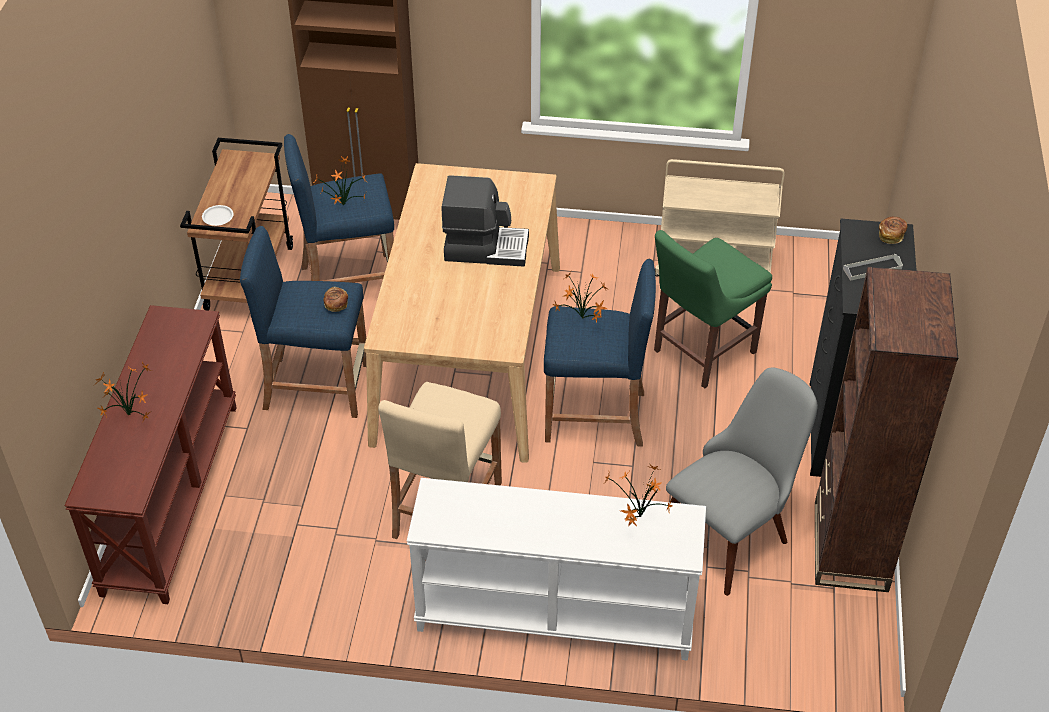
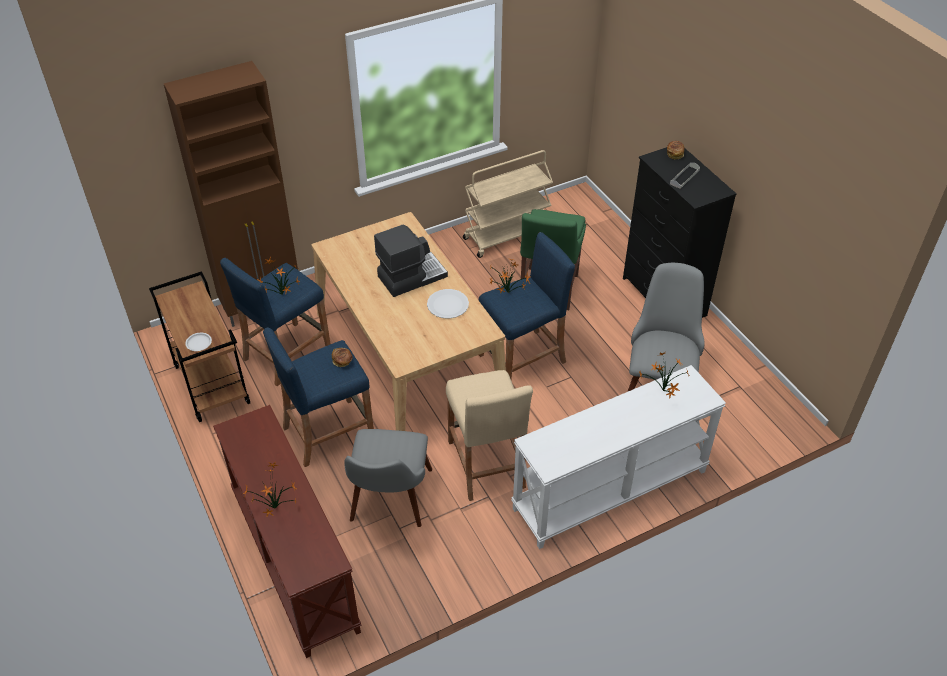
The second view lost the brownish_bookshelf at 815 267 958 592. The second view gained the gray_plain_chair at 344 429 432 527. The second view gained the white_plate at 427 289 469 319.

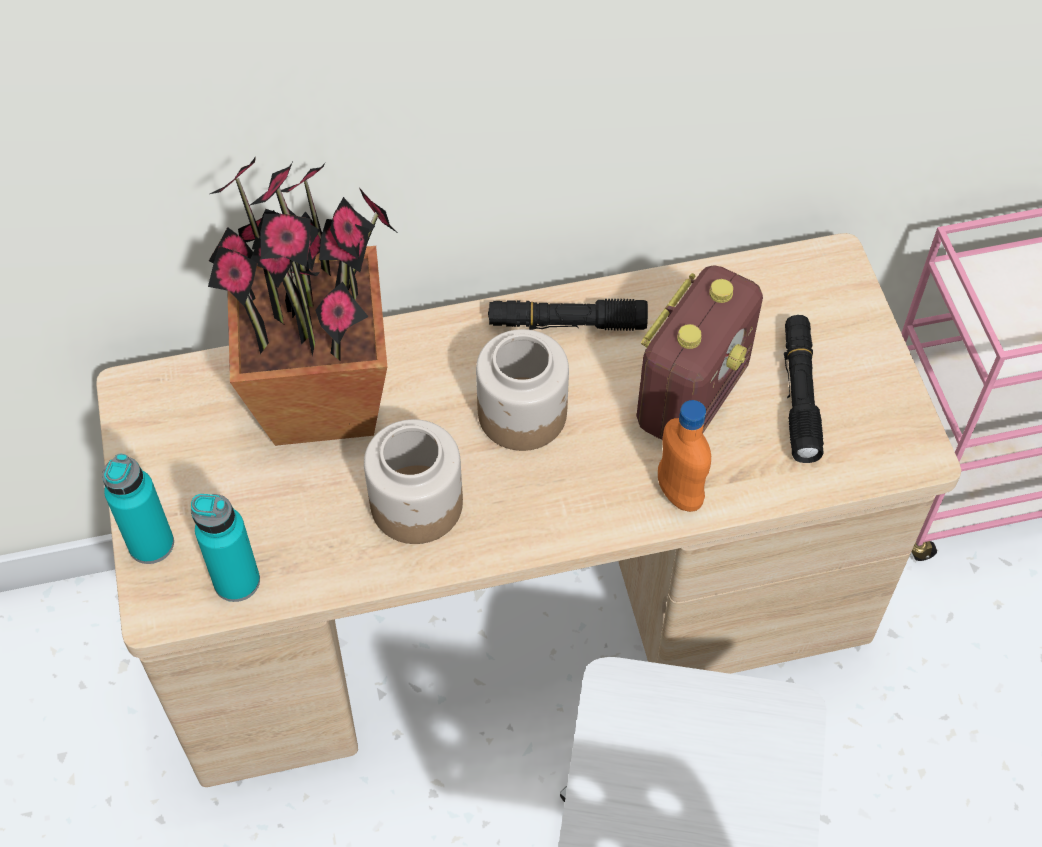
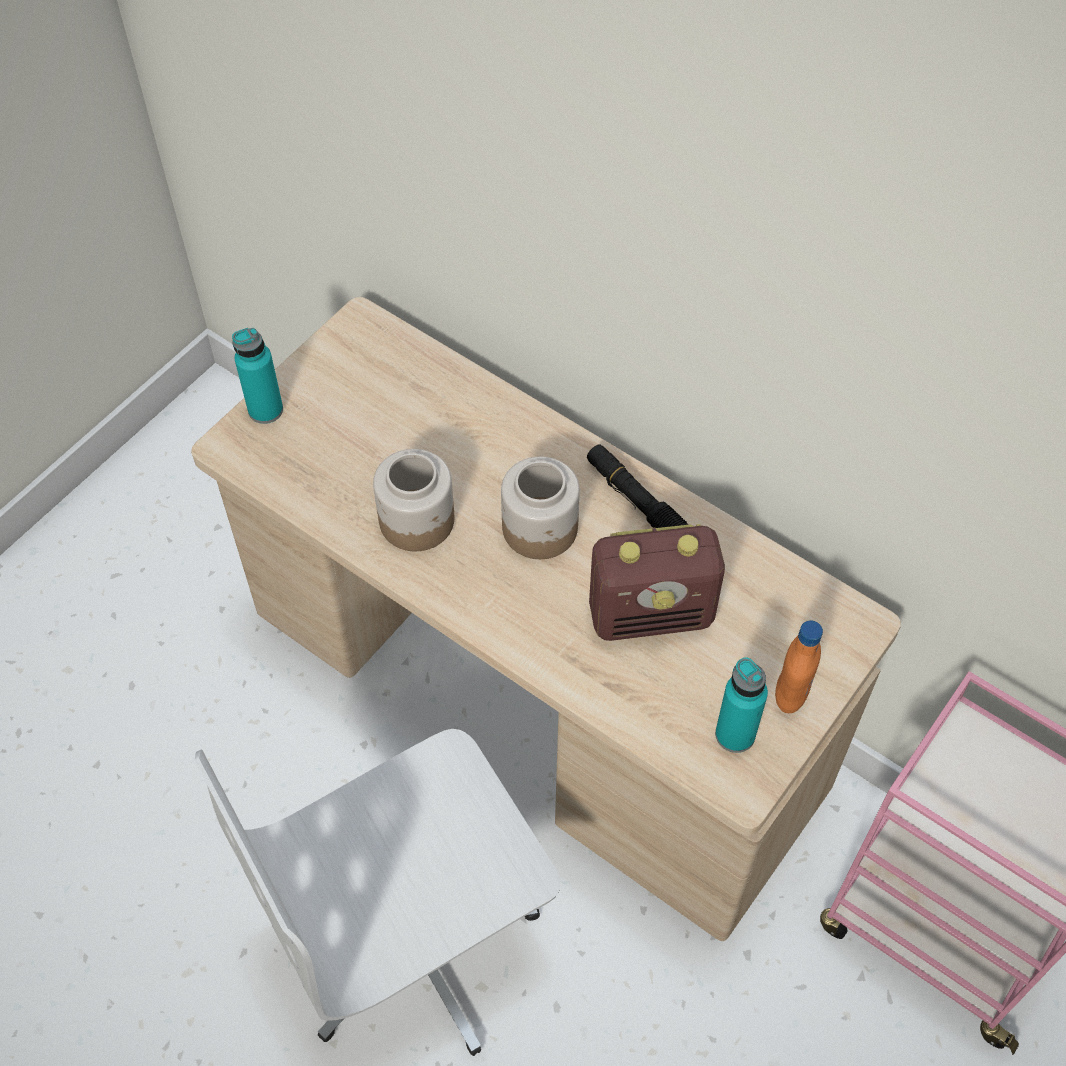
The turquoise_bottle ended up elsewhere, having gone from 191 494 260 602 to 715 657 768 753. The second view lost the houseplant at 208 156 396 446. The orange_bottle ended up elsewhere, having gone from 658 400 711 512 to 775 620 823 713. The second view lost the black-coloured_flashlight at 784 315 824 463.

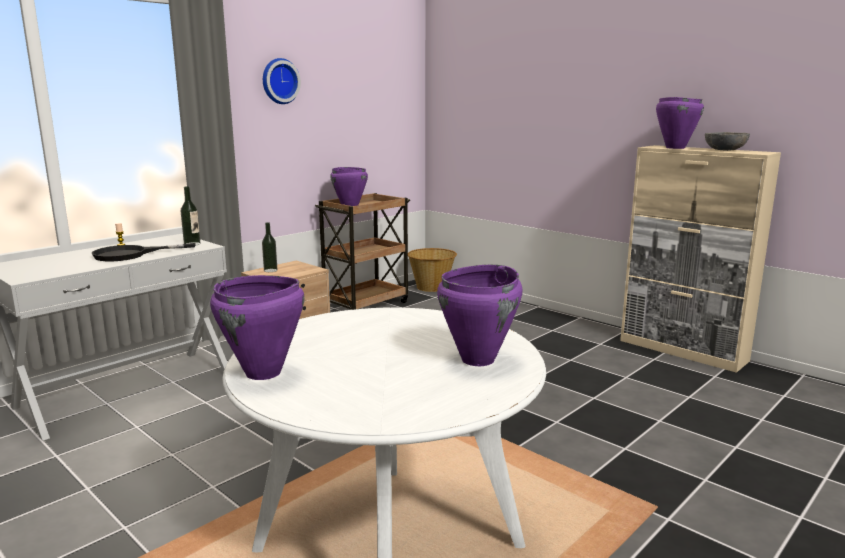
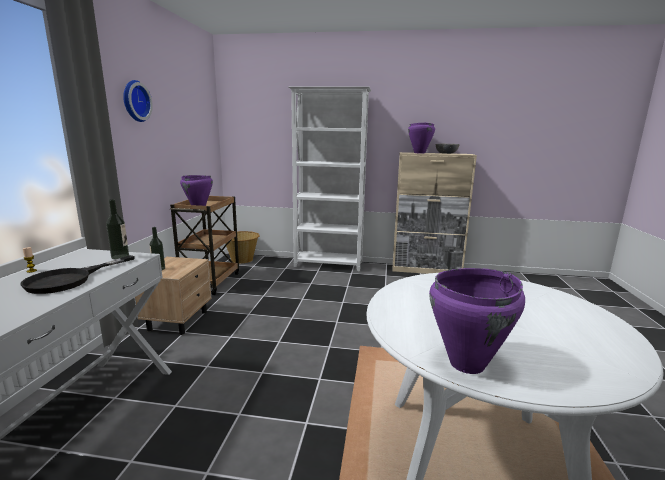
The second view lost the purple_stockpot at 437 265 523 366. The second view gained the white_bookshelf at 288 86 371 272.

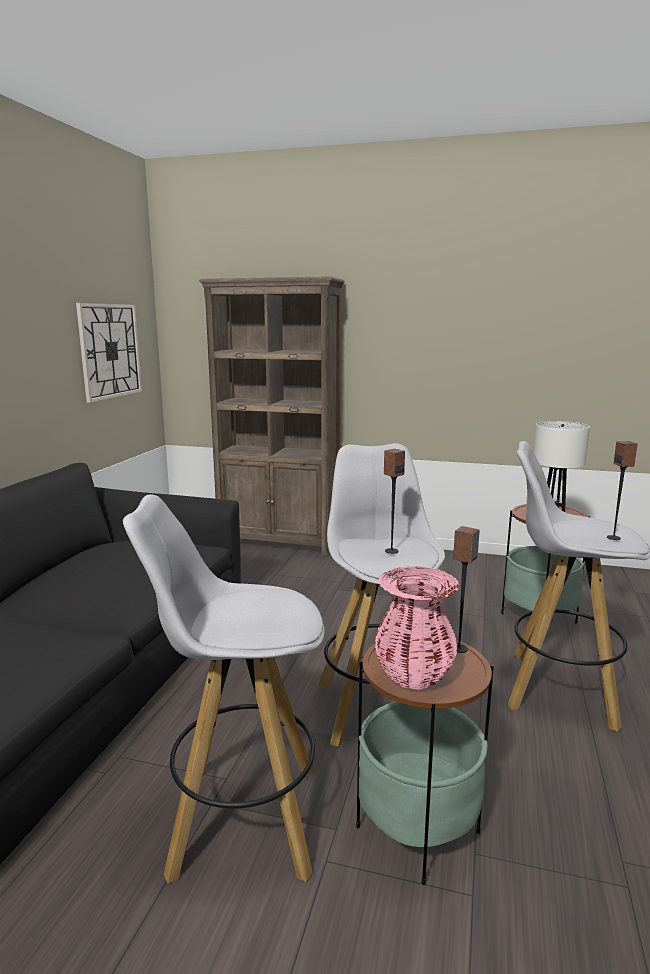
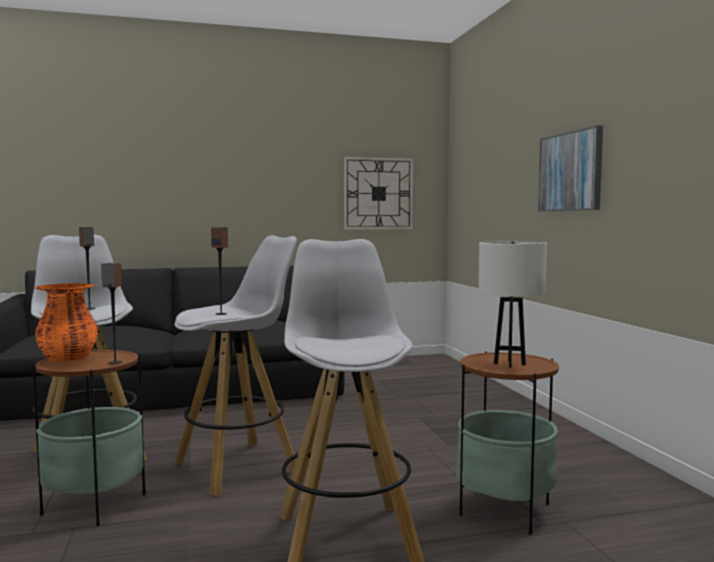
The second view lost the brownish_bookshelf at 199 276 345 557. What was the pink_decorative_vase at 375 566 459 690 turned into the orange_decorative_vase at 34 283 98 362. The loudspeaker ended up elsewhere, having gone from 607 441 638 540 to 79 227 96 310. The second view gained the wall_picture at 538 125 603 211.

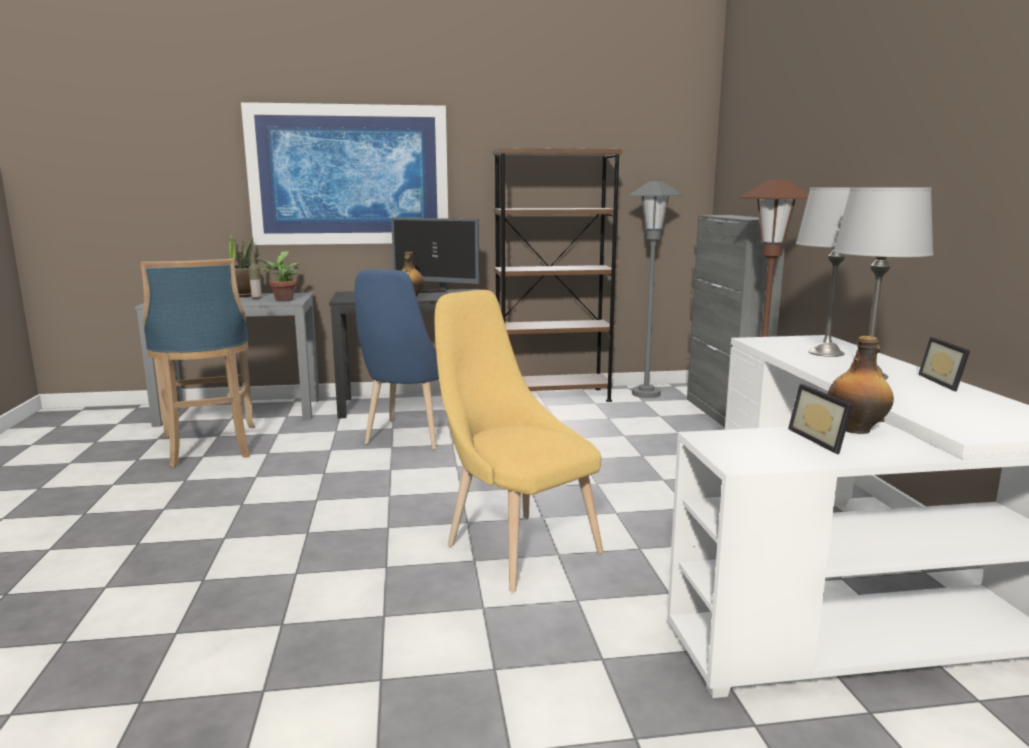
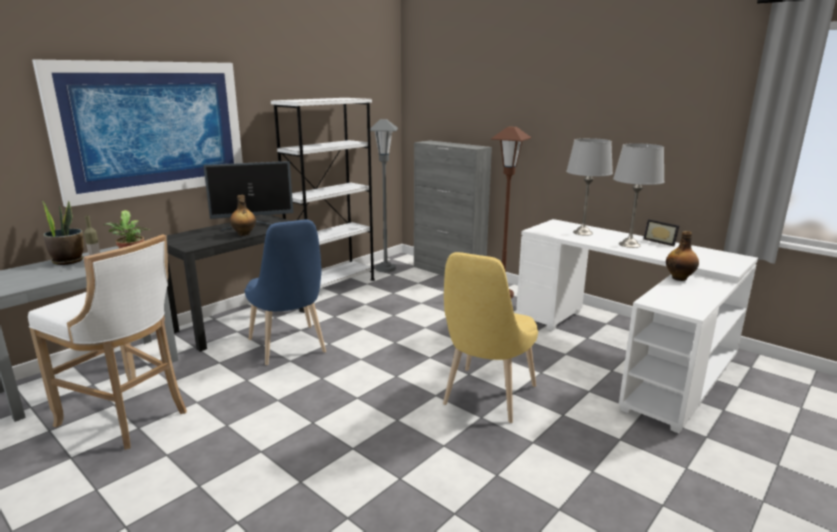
What was the blue-coloured_stool_seat at 141 259 255 467 turned into the white_stool_seat at 28 234 187 450. The yellow-coloured_plain_chair at 435 290 603 592 ended up facing another way, 75 degrees counterclockwise from before. What was the brownish_bookshelf at 493 148 622 402 turned into the white_bookshelf at 271 98 375 289. The second view lost the standing_frame at 788 384 853 454.

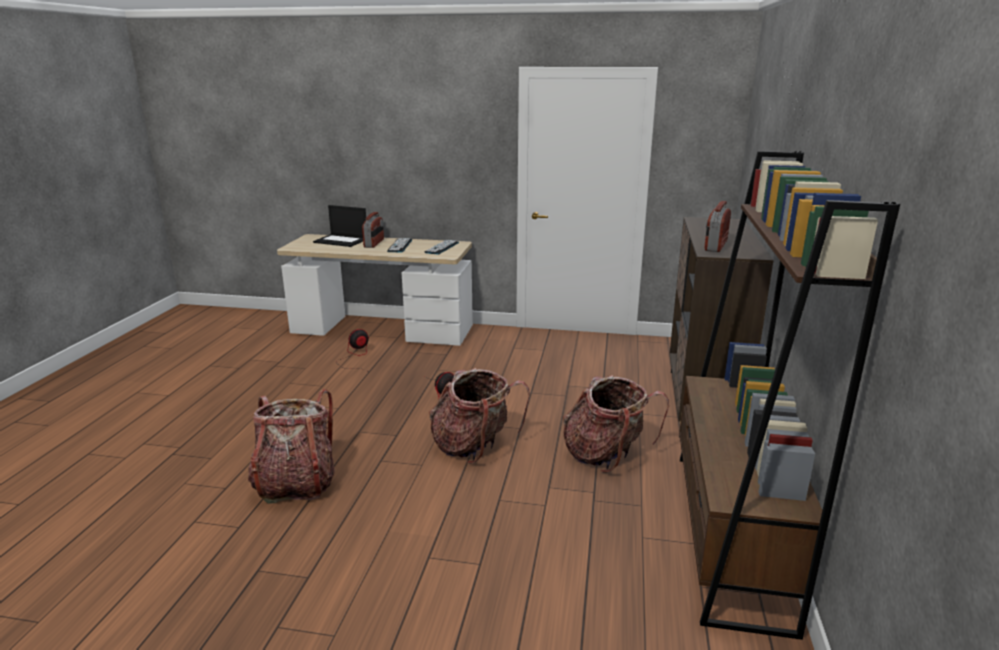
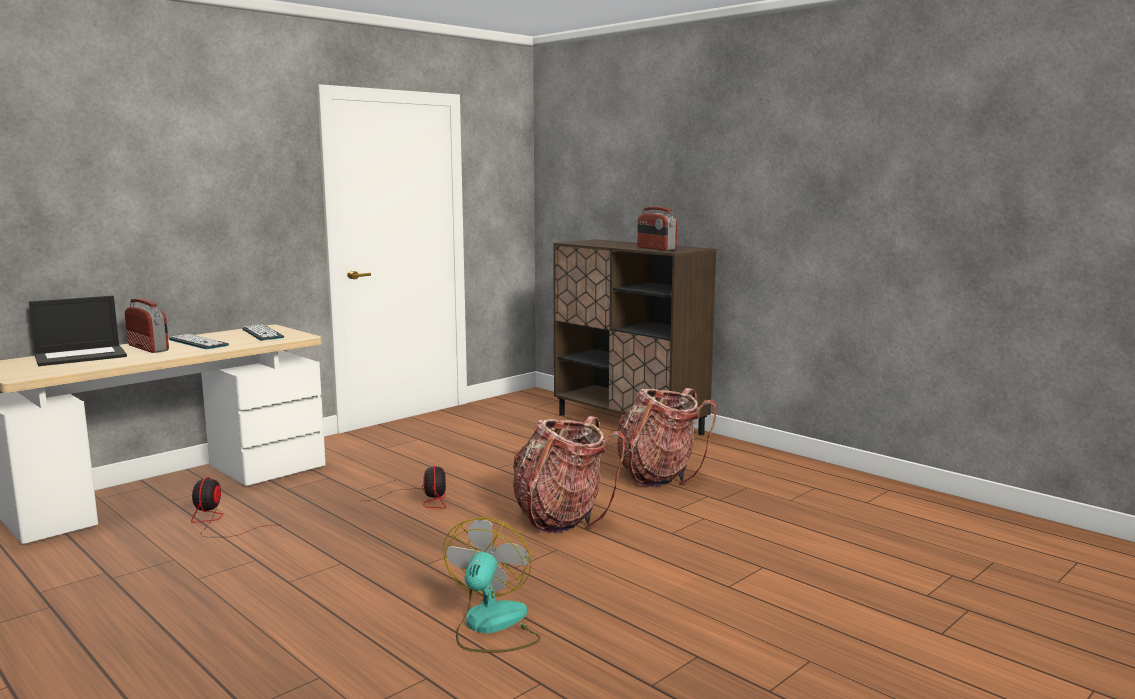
Where the backpack stood at 248 389 335 504, the electric_fan came to stand at 443 517 541 653. The second view lost the brownish_bookshelf at 679 151 900 640.

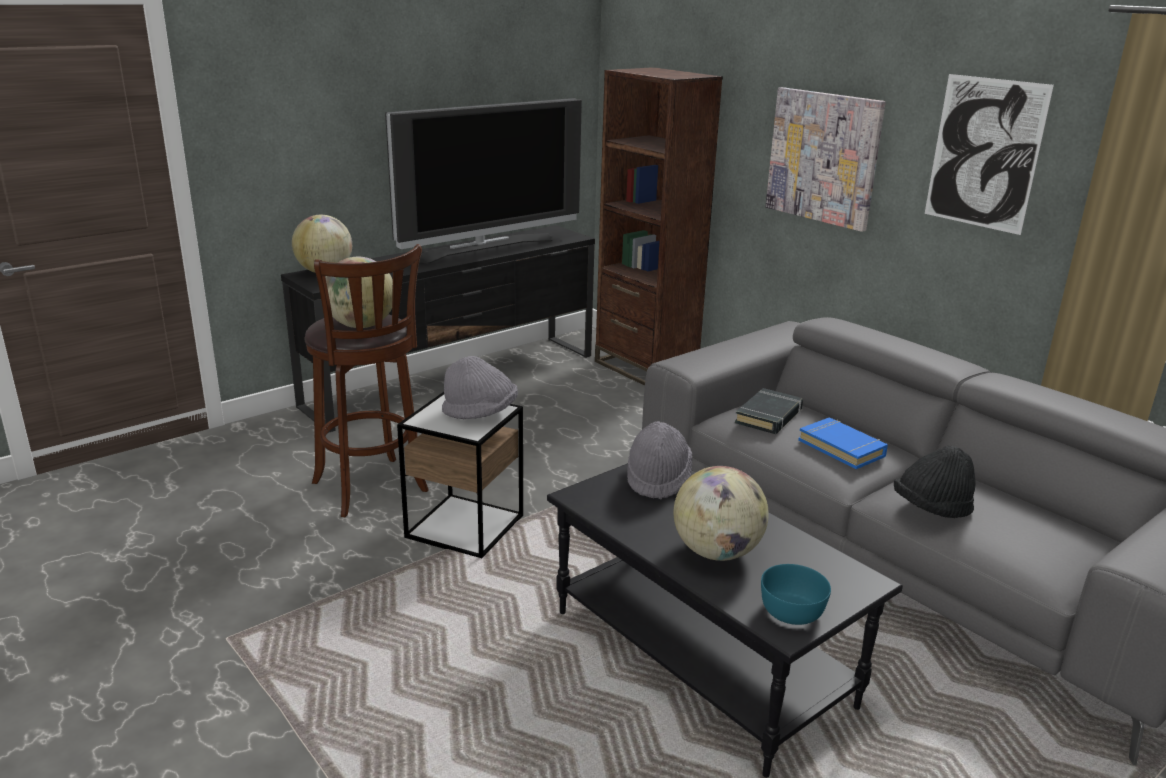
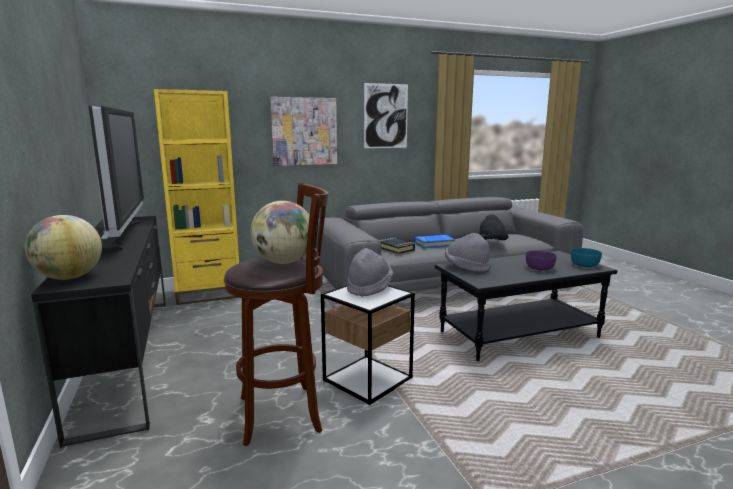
What was the brownish_bookshelf at 595 67 723 386 turned into the yellow-coloured_bookshelf at 154 89 239 305. Where the globe stood at 674 466 769 561, the purple_bowl came to stand at 526 251 557 271.

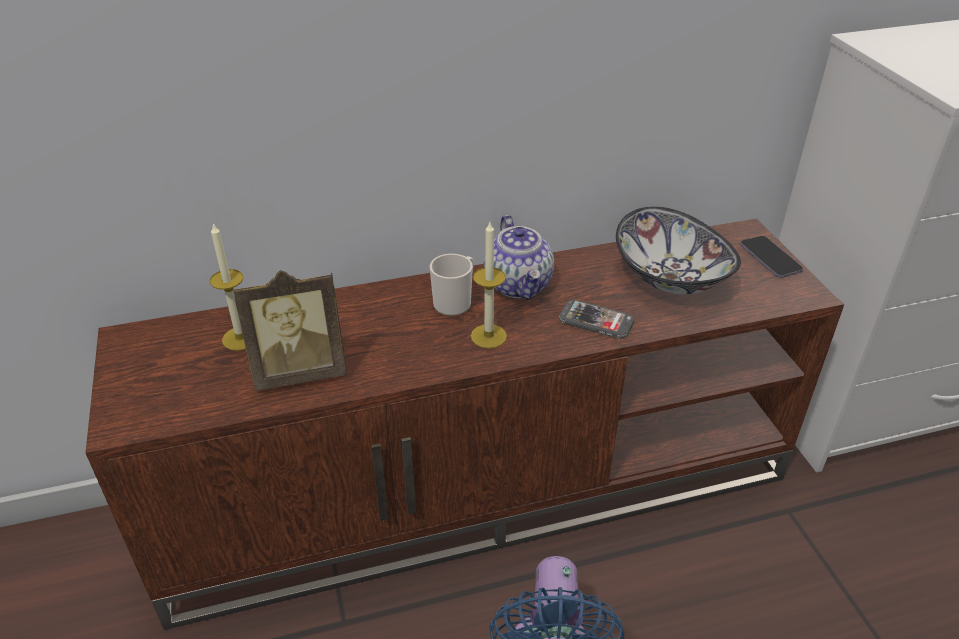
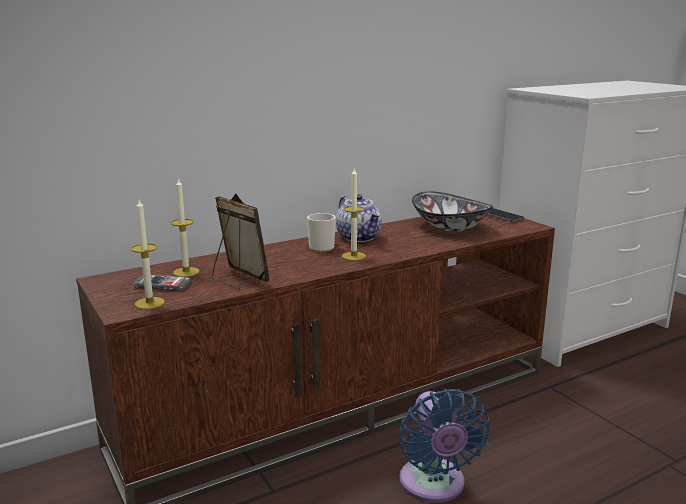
The standing_frame at 233 270 347 391 ended up facing another way, 105 degrees counterclockwise from before. The phone ended up elsewhere, having gone from 559 299 634 339 to 133 275 192 291. The second view gained the wax_light at 131 200 165 309.

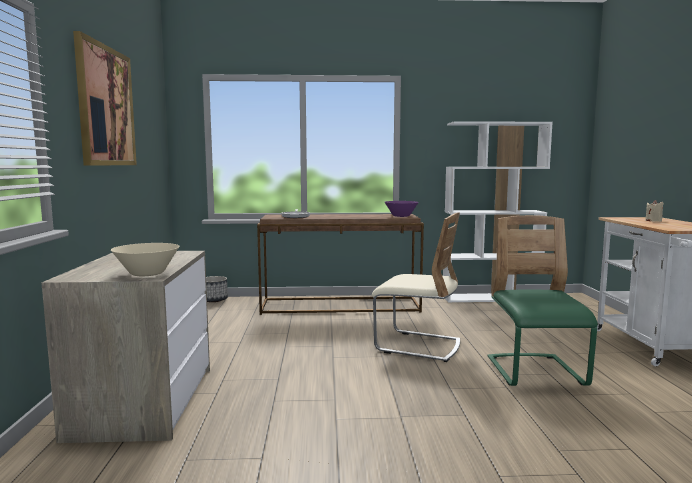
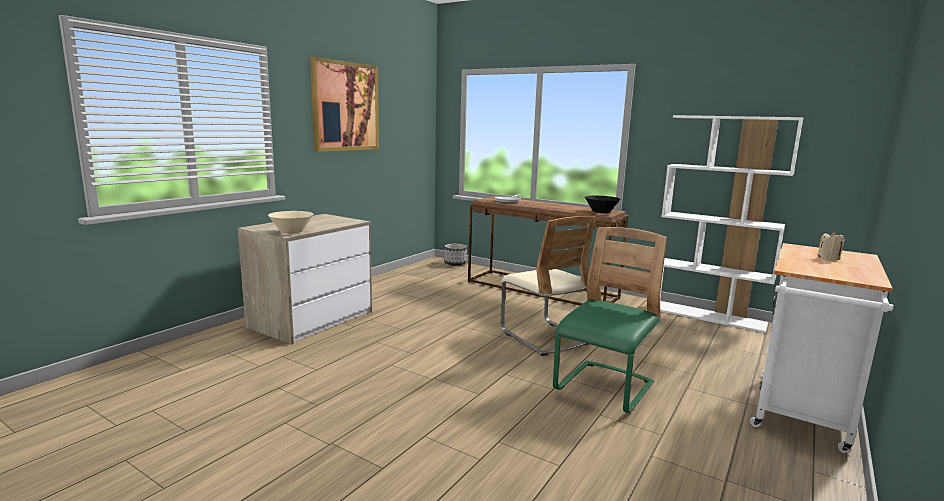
What was the purple_bowl at 385 201 419 217 turned into the black-coloured_bowl at 585 196 621 213.

